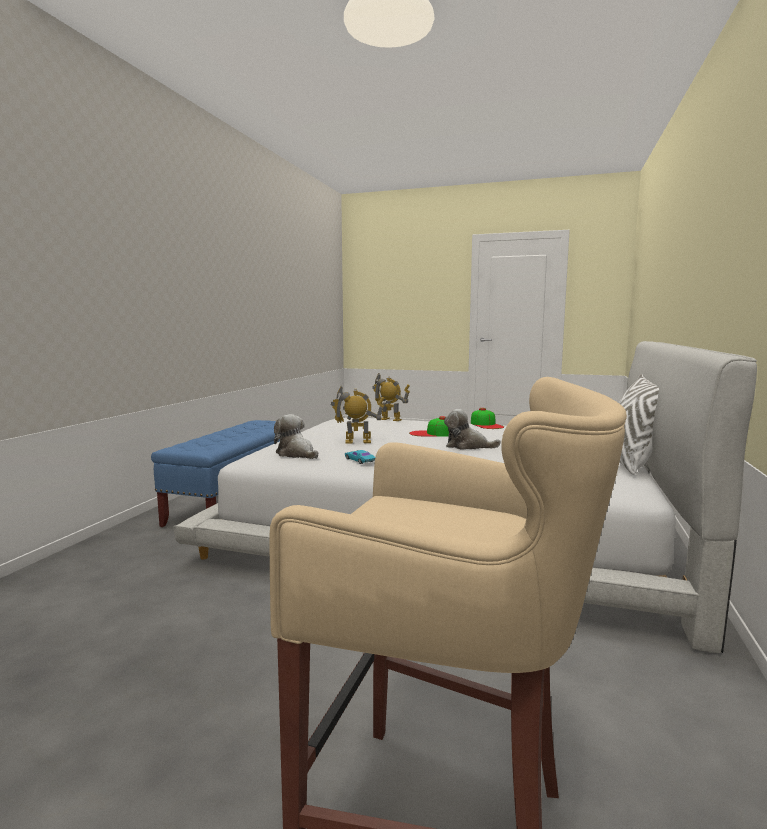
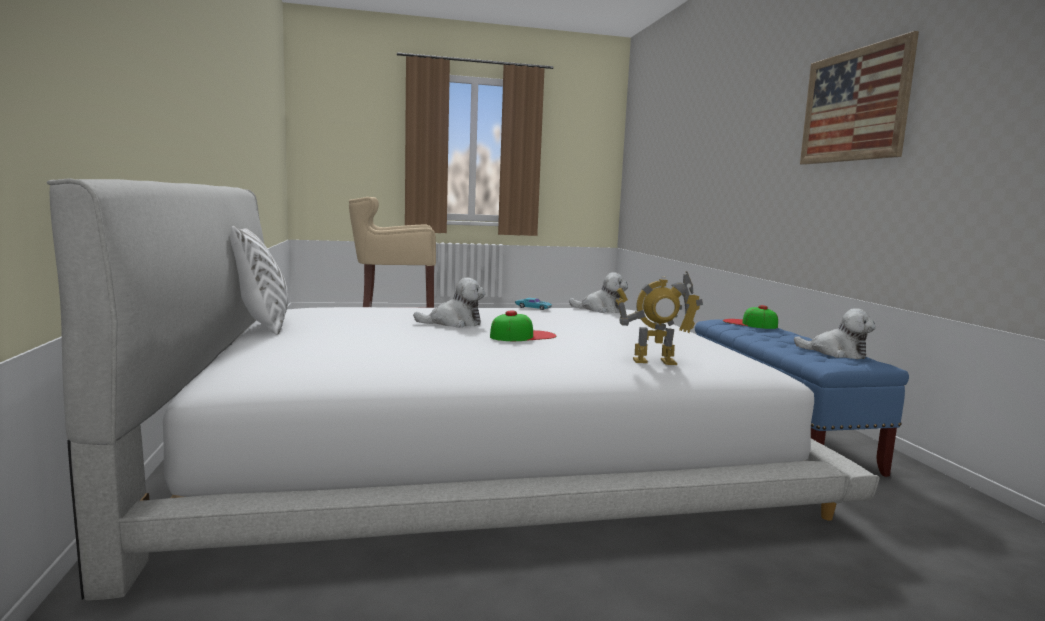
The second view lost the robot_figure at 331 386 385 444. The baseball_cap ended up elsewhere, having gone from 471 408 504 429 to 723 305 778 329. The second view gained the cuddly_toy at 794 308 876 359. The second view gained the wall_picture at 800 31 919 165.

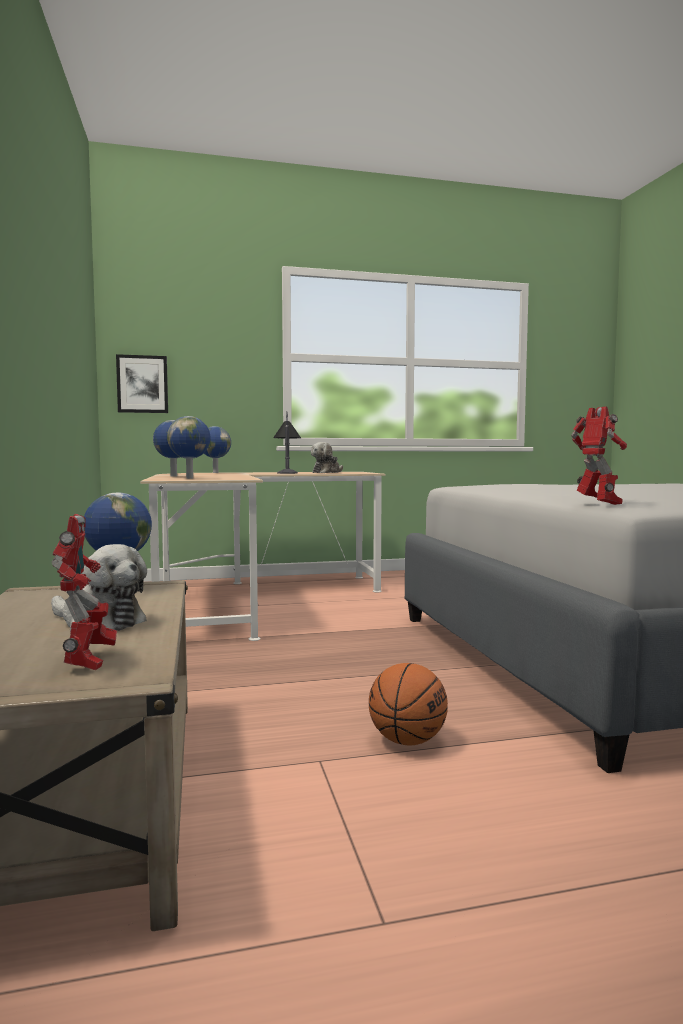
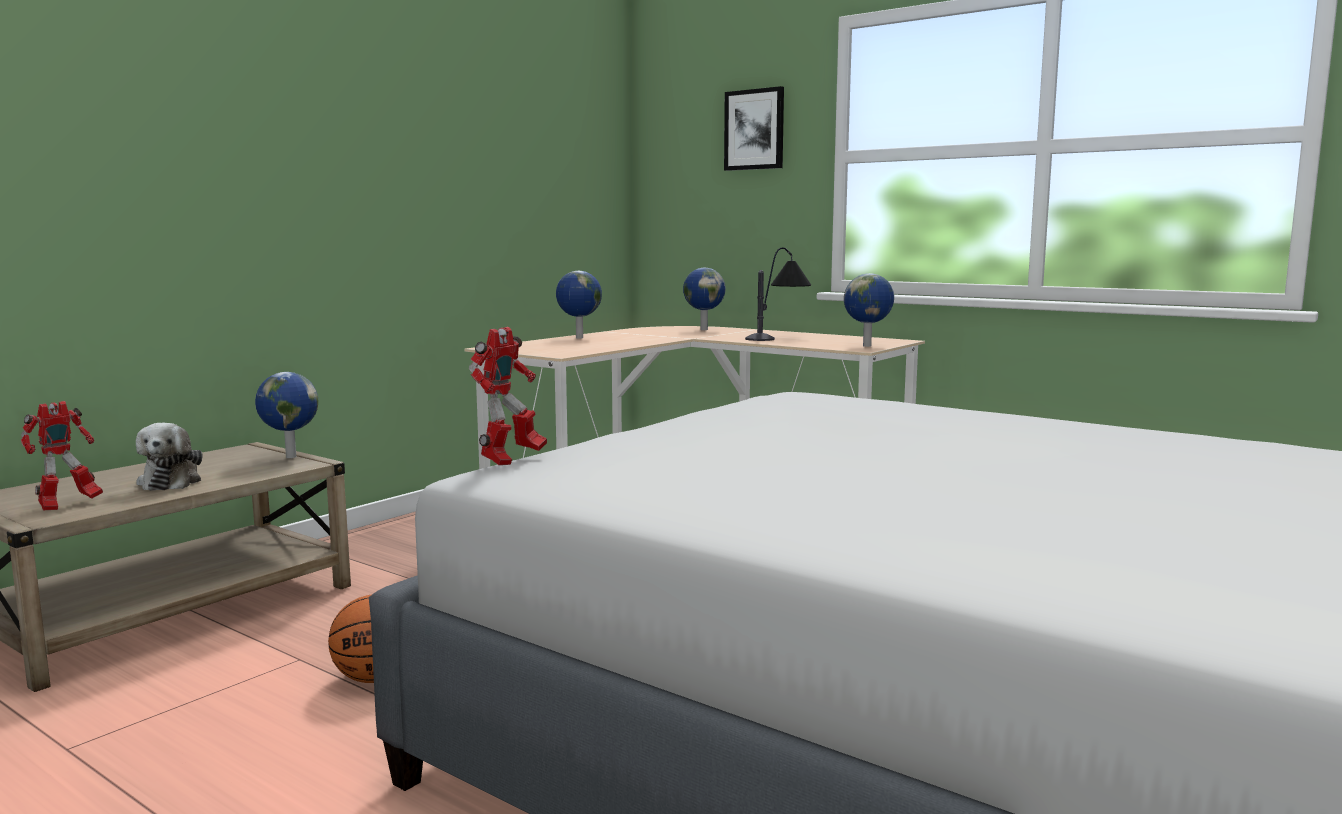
The wall_picture ended up elsewhere, having gone from 116 354 168 413 to 724 86 784 171. The globe ended up elsewhere, having gone from 167 416 211 479 to 844 273 894 347. The second view lost the cuddly_toy at 311 442 343 473.

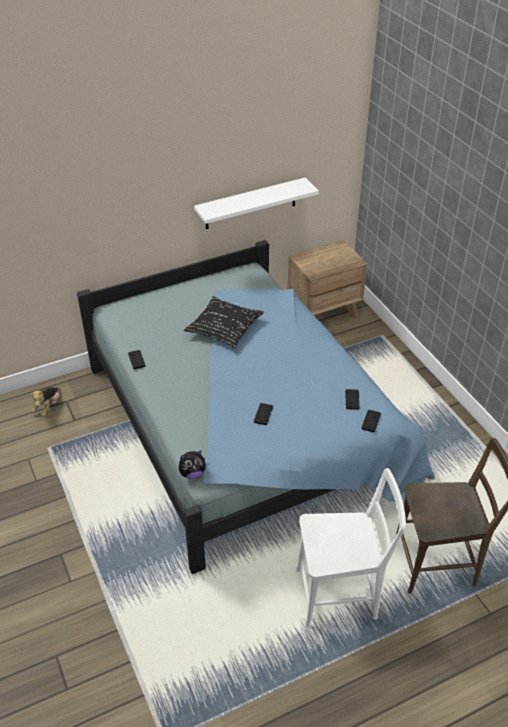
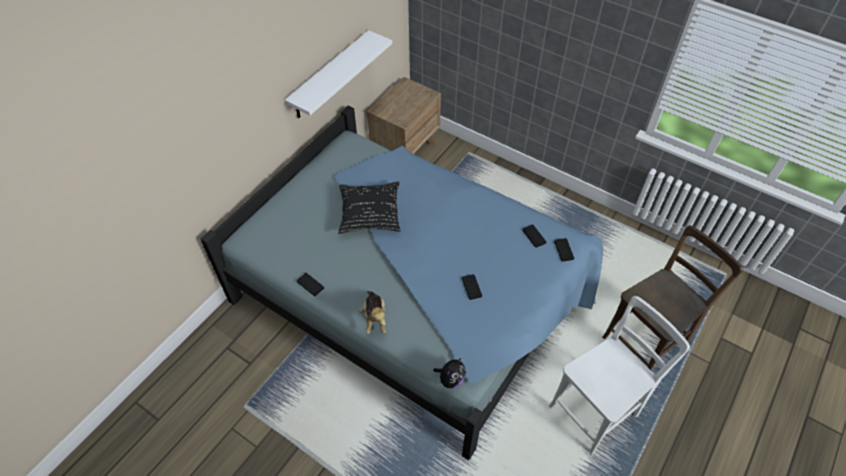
The cuddly_toy ended up elsewhere, having gone from 30 387 61 416 to 359 291 386 334.

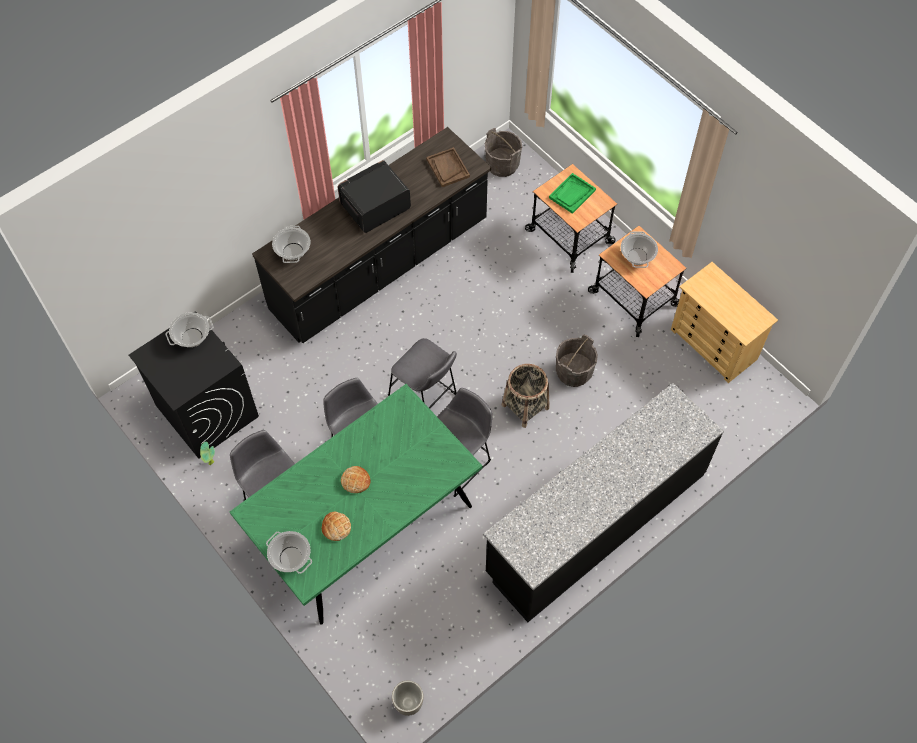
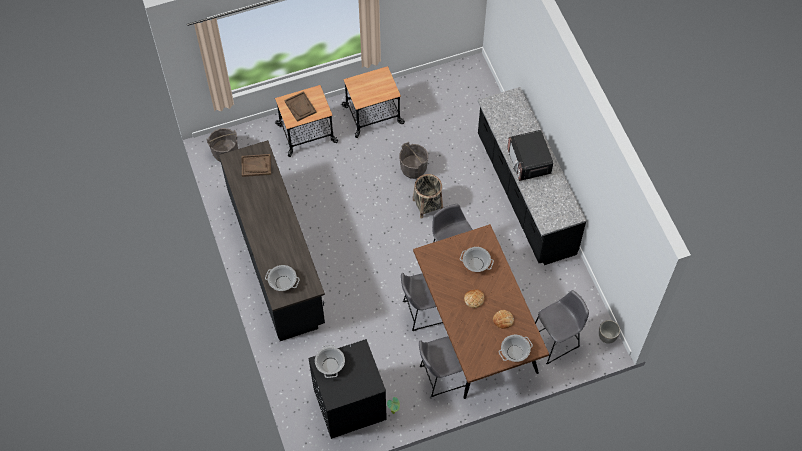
What was the green_kitchen_table at 230 384 482 625 turned into the brownish_kitchen_table at 413 224 549 399. The microwave_oven ended up elsewhere, having gone from 337 160 411 233 to 507 130 553 181. The gray_stool_seat ended up elsewhere, having gone from 388 338 457 409 to 535 290 589 365. What was the green_carrying_tray at 549 173 596 214 turned into the brownish_carrying_tray at 284 91 317 122. The stockpot ended up elsewhere, having gone from 621 232 658 268 to 460 247 494 272. The second view lost the beige_chest_of_drawers at 671 262 778 383.

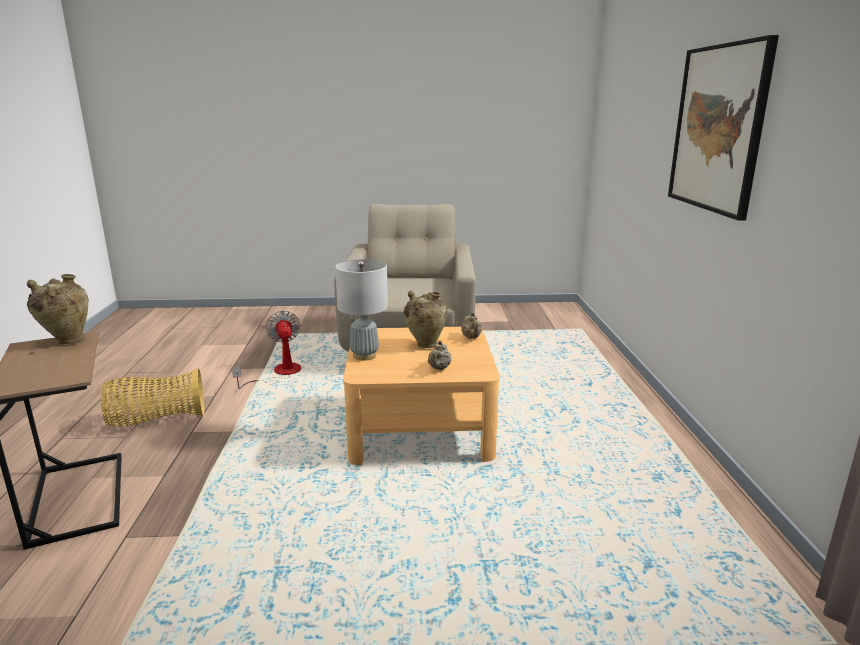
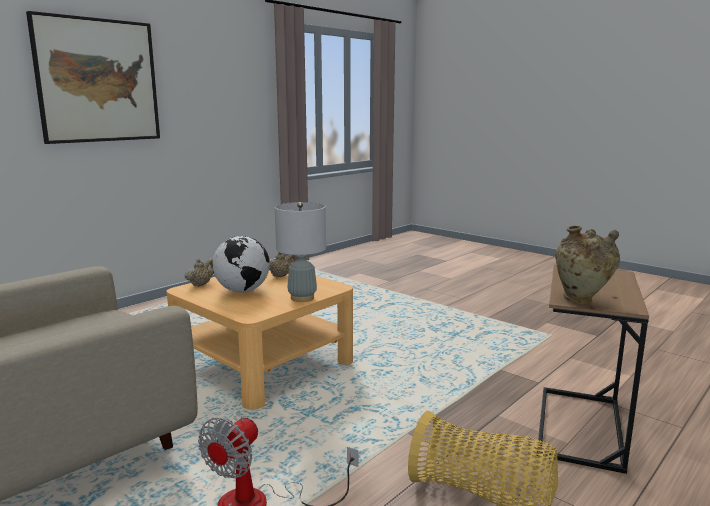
Where the beige_decorative_vase stood at 404 291 447 348, the globe came to stand at 213 236 270 293.

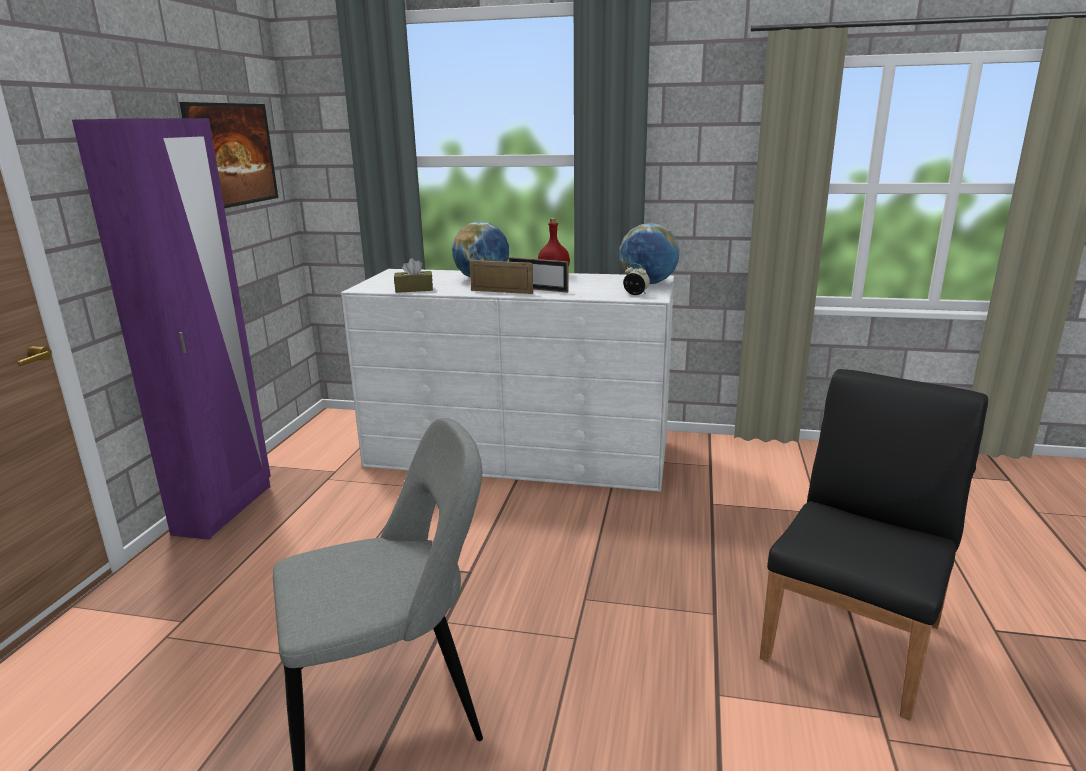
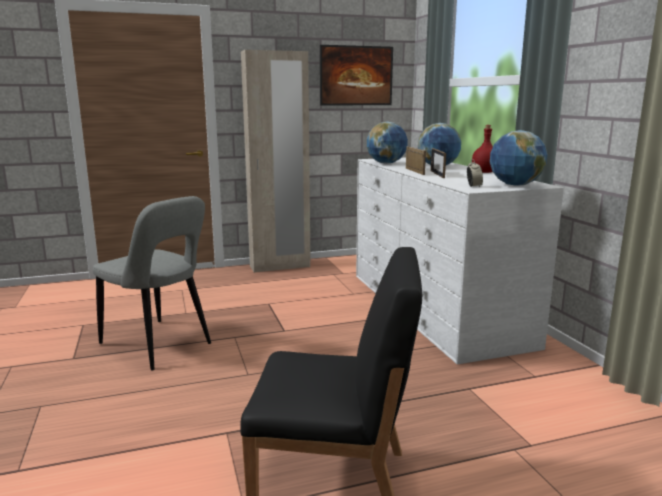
What was the purple_wardrobe at 72 118 271 540 turned into the beige_wardrobe at 241 50 310 273. Where the brownish_box_of_tissues stood at 394 258 433 293, the globe came to stand at 367 122 408 164.

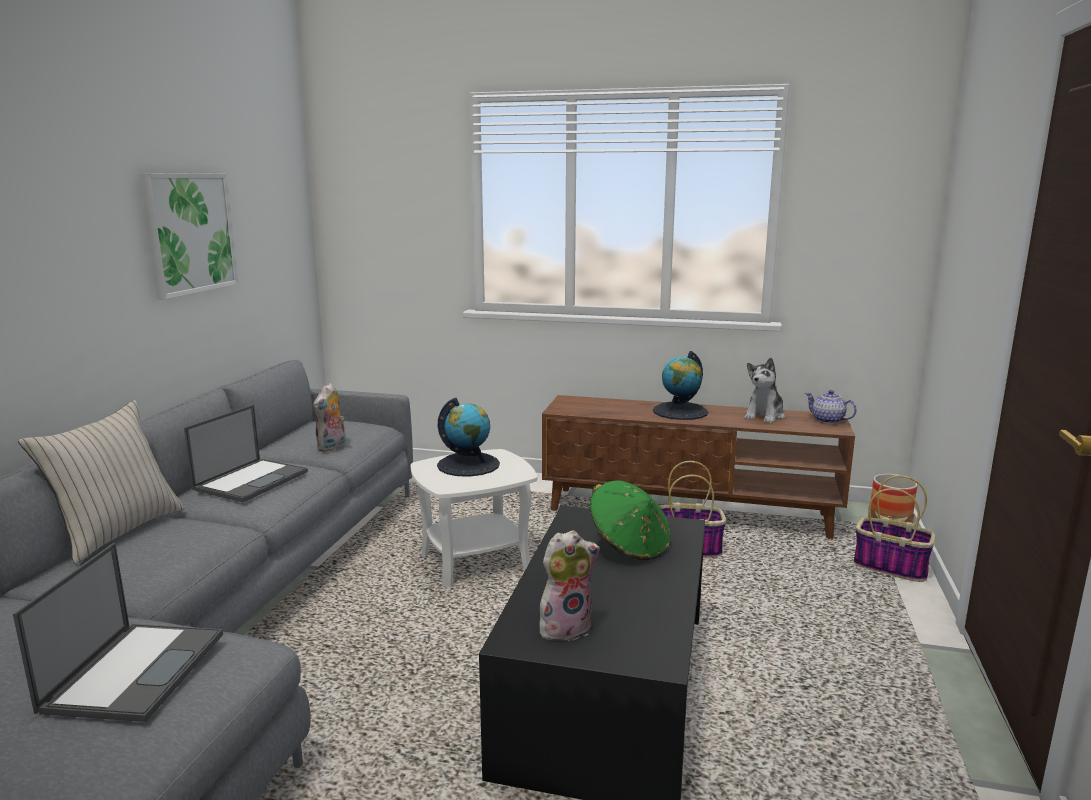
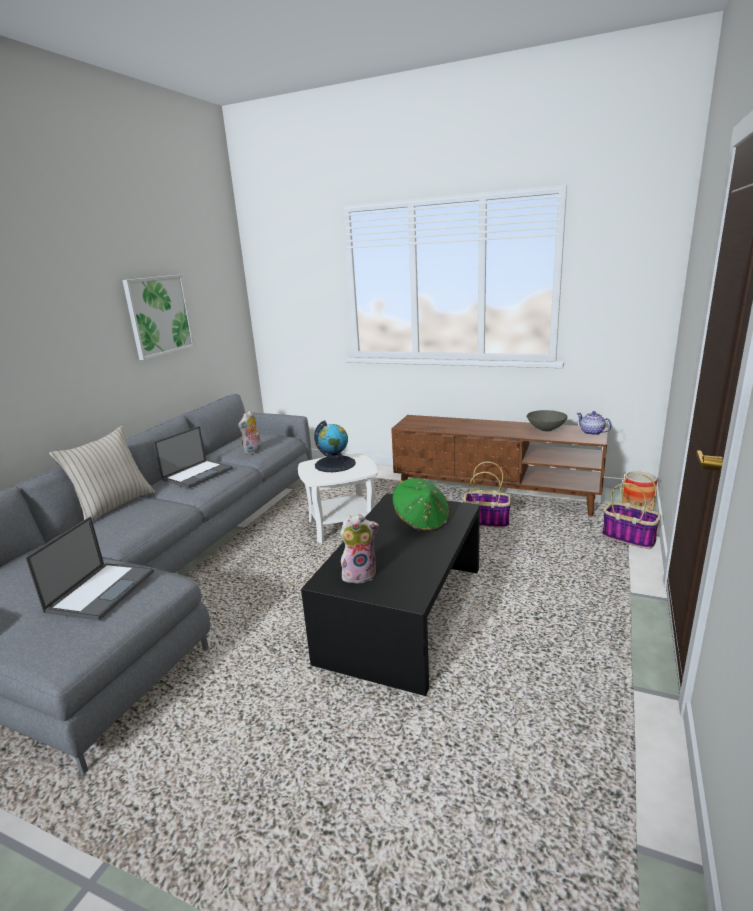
The second view lost the globe at 653 351 708 420. Where the cuddly_toy stood at 744 358 785 423, the gray_bowl came to stand at 527 410 567 432.

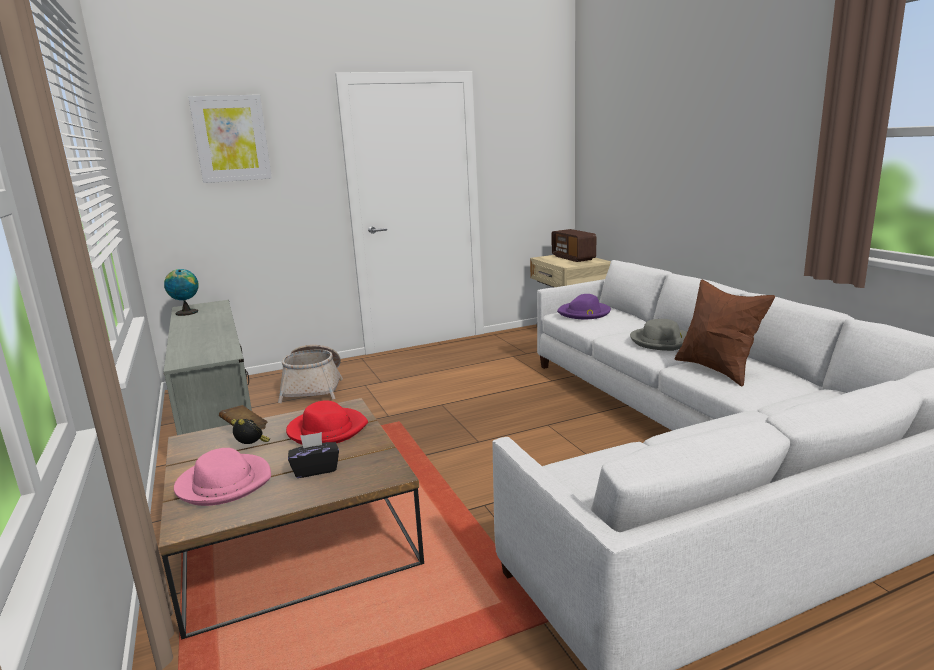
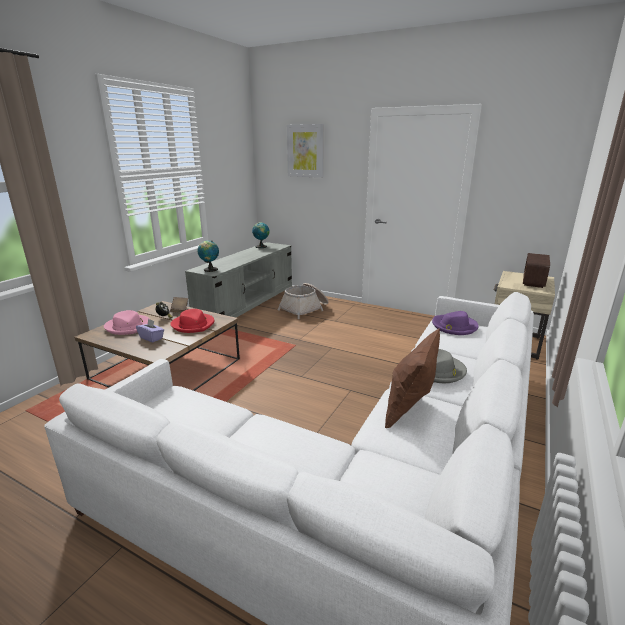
What was the black-coloured_box_of_tissues at 288 432 339 478 turned into the purple_box_of_tissues at 136 319 164 342. The second view gained the globe at 197 240 219 272.

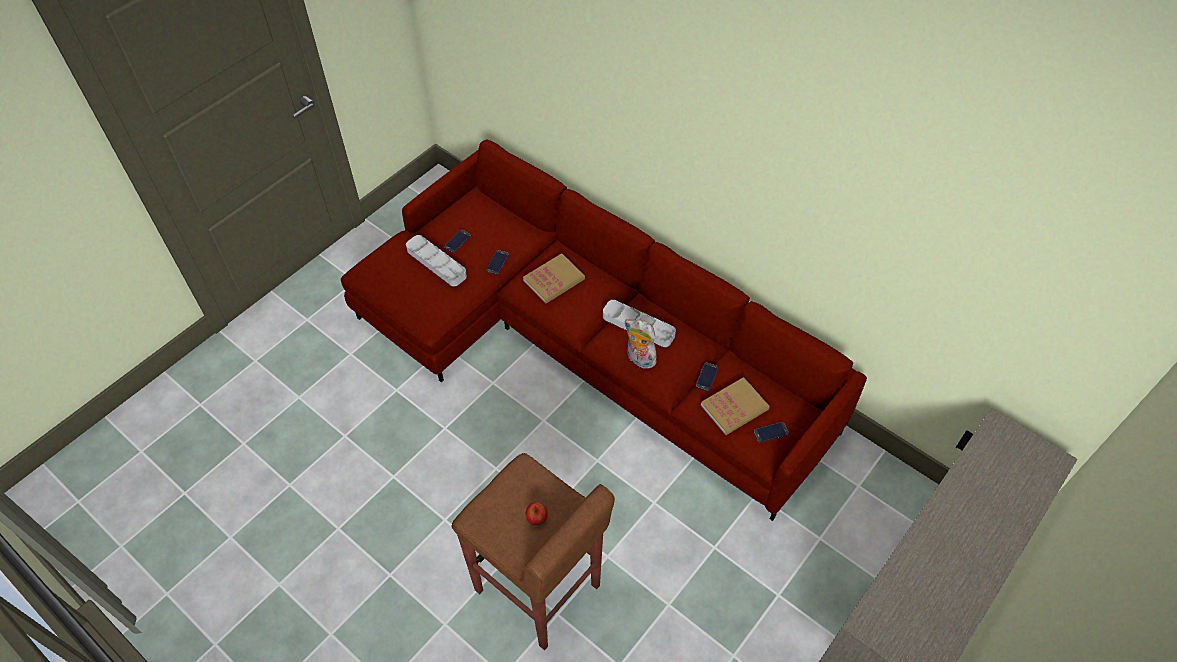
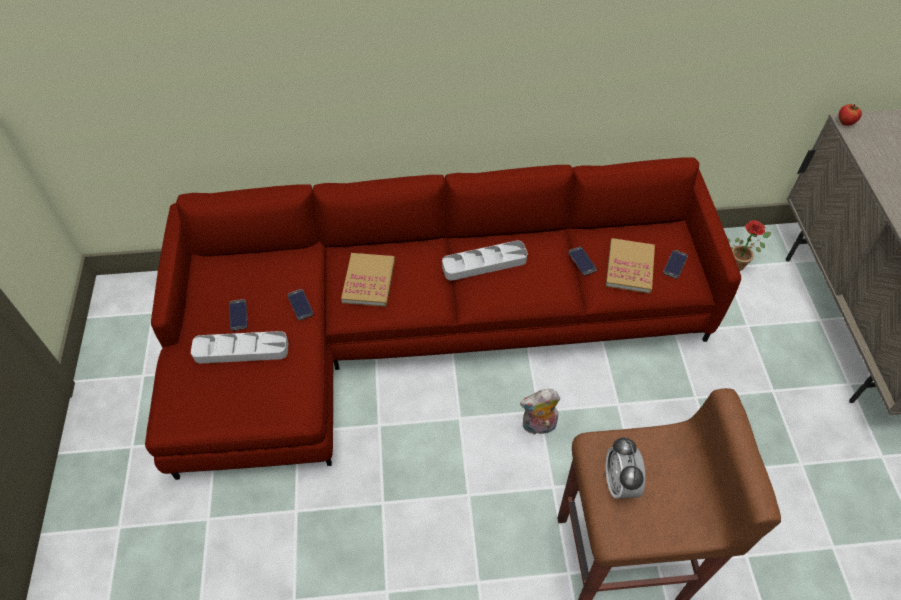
The apple ended up elsewhere, having gone from 526 502 548 525 to 839 104 862 126. The cuddly_toy ended up elsewhere, having gone from 625 319 657 369 to 520 389 560 435. The second view gained the bedside_clock at 606 437 645 498. The second view gained the houseplant at 727 220 771 271.

